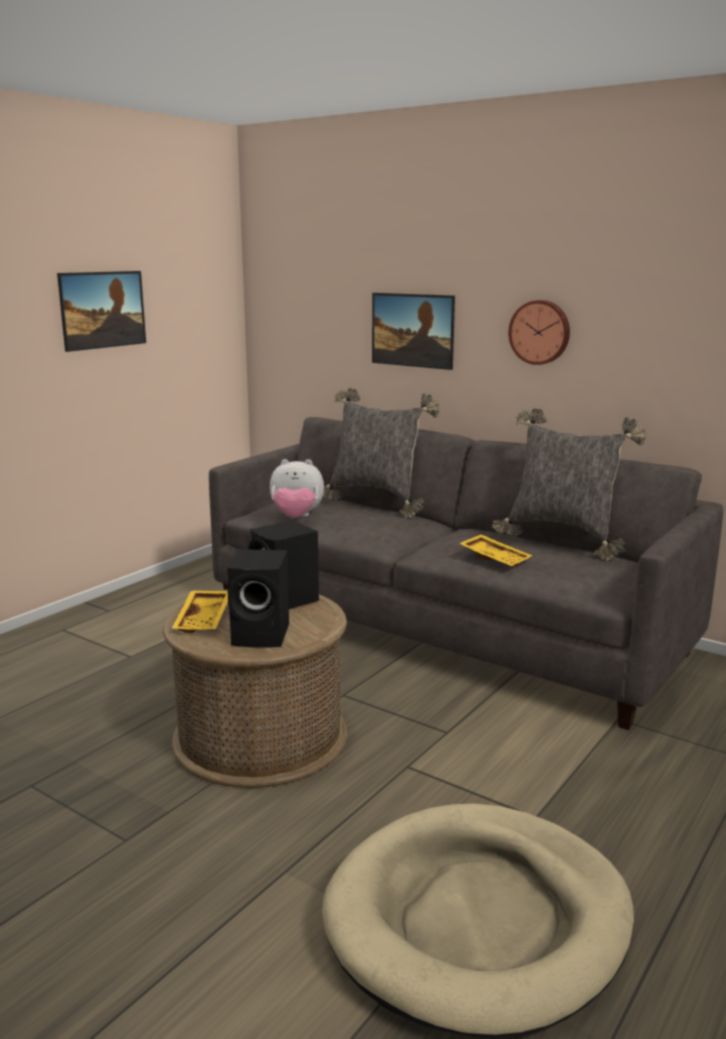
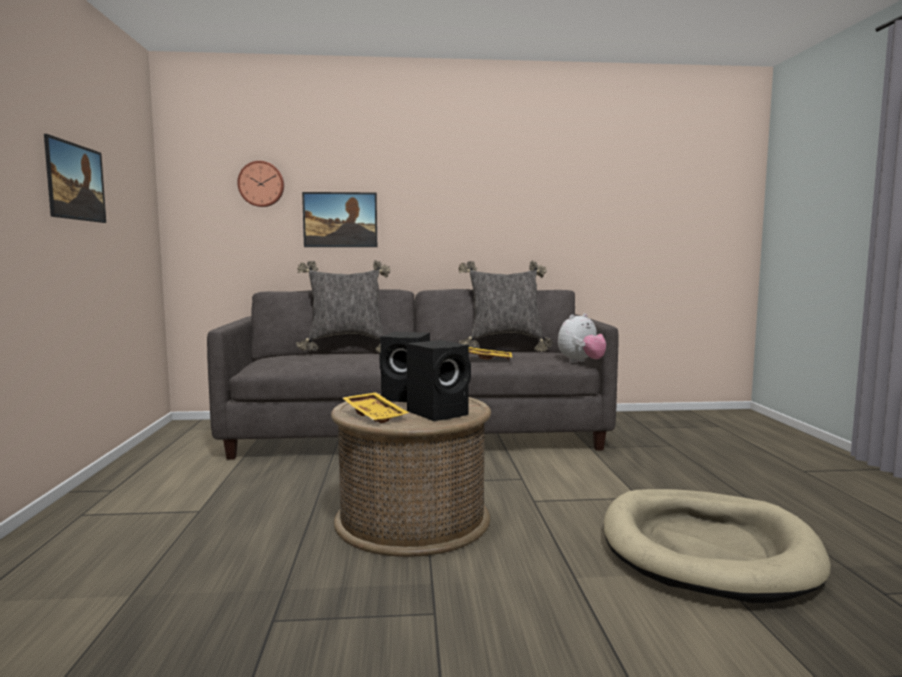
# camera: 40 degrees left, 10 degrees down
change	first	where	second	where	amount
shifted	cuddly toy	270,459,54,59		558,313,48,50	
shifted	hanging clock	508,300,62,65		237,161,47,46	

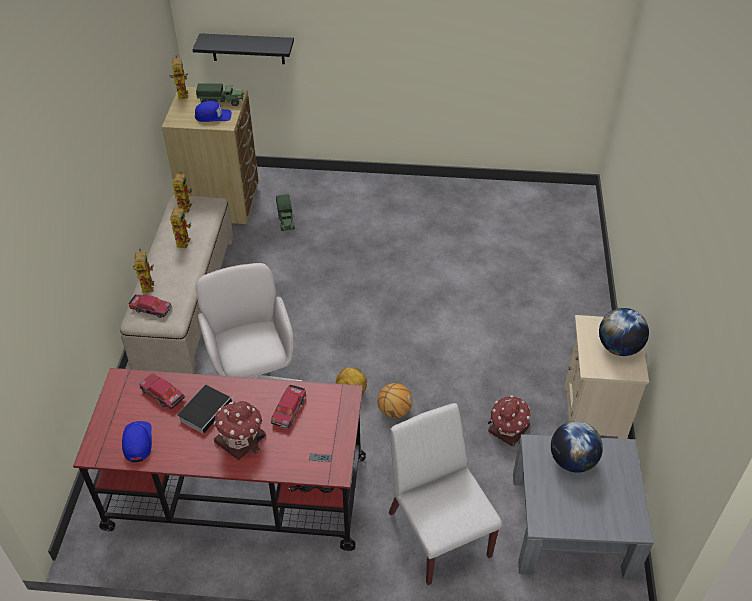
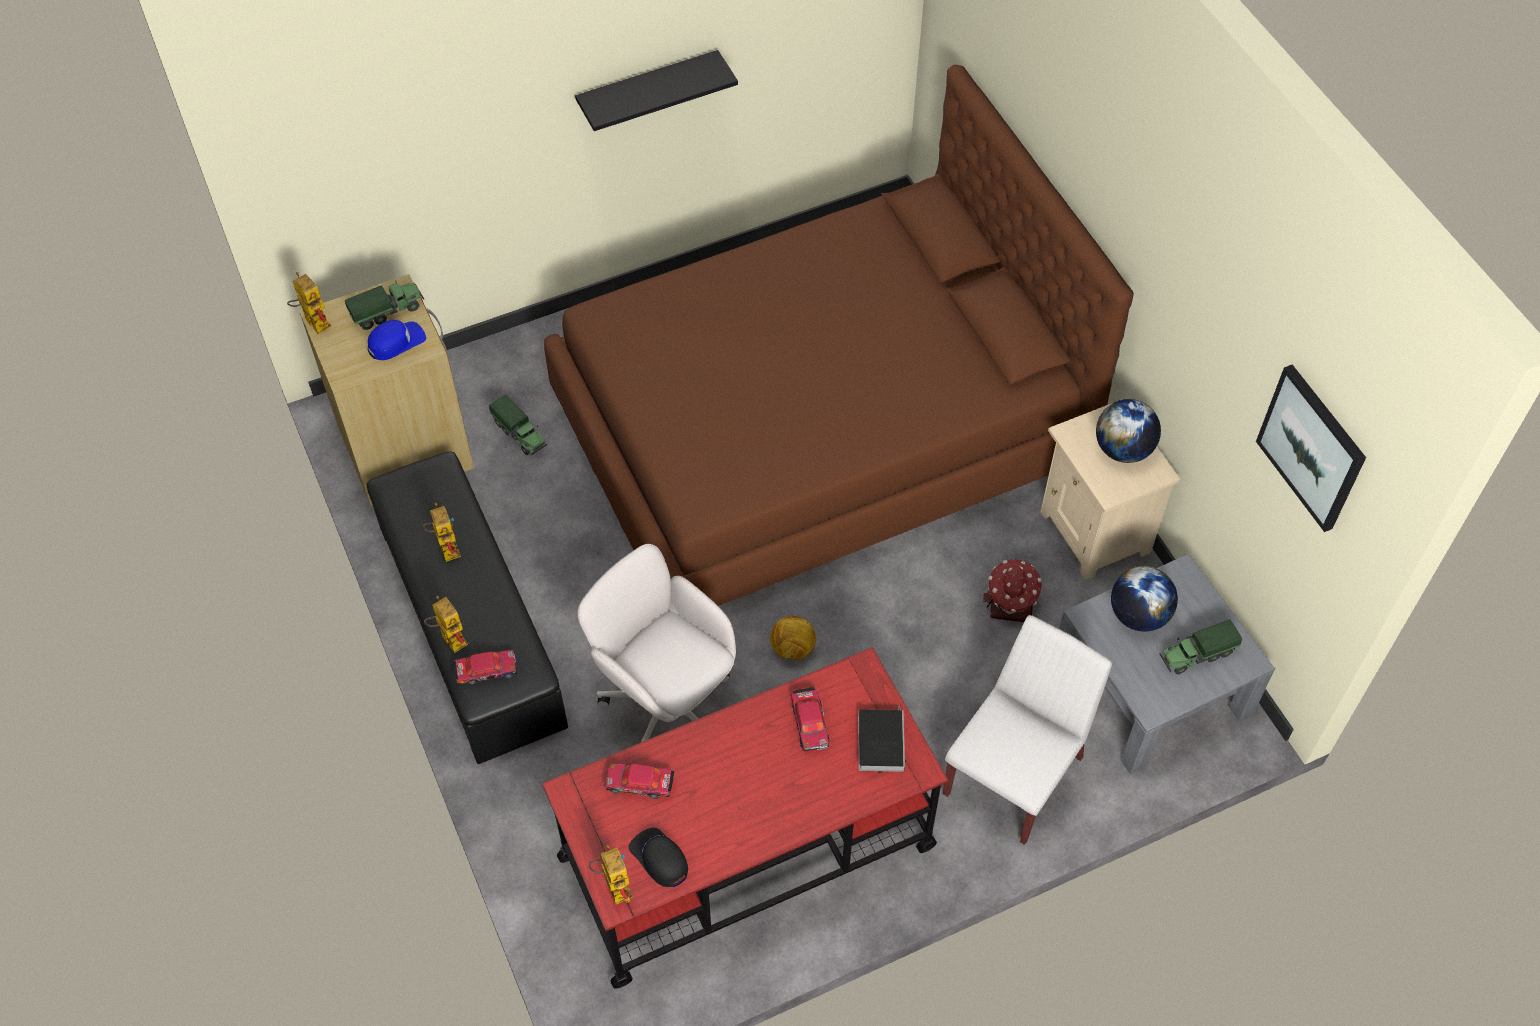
# camera: 30 degrees left, 10 degrees up
change	first	where	second	where	amount
gone	toy house	214,401,52,59			
gone	basketball ball	377,383,36,35			
new			sleeping bed (brownish)	544,65,590,541	
new			model truck	1160,619,82,55	
new			wall picture	1256,365,110,167	
shifted	toy robot	173,171,19,42		589,845,44,59	
shifted	volume	177,385,58,49		858,705,47,67	
shifted	shelf (black-coloured)	192,33,102,31		575,50,163,81	
repainted	long seat (sand-coloured)	120,195,114,179	long seat (black-coloured)	366,451,202,313	
repainted	cap (blue-coloured)	122,421,30,41	cap (black-coloured)	629,828,59,59	
rotated	chair (whitish)	389,403,113,182		943,615,169,230	90 degrees clockwise

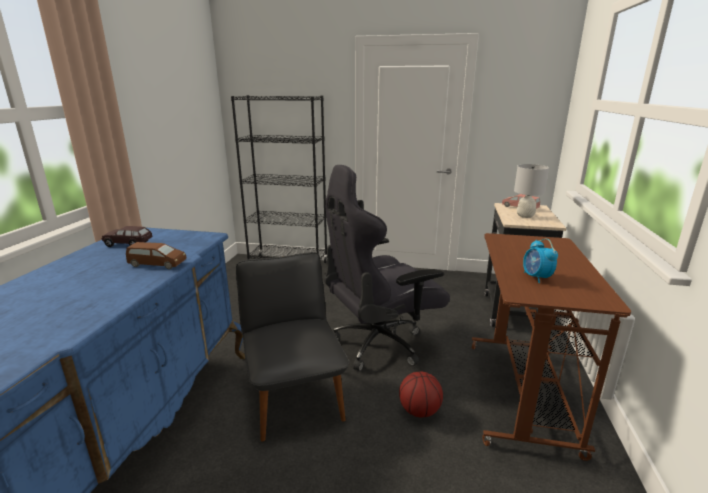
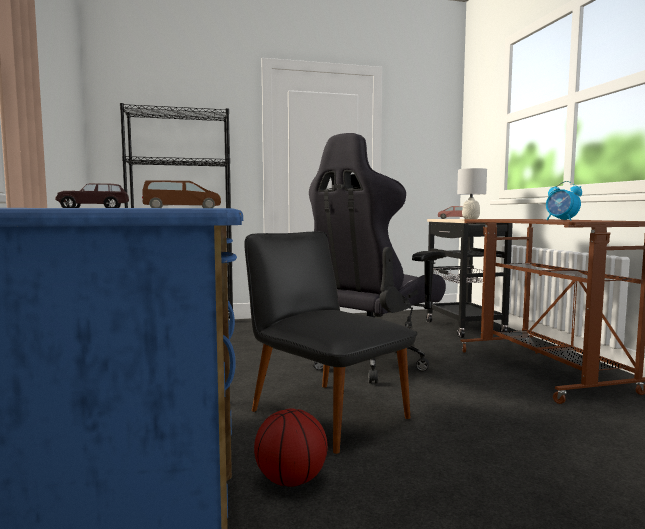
# camera: 25 degrees left, 15 degrees down
change	first	where	second	where	amount
shifted	basketball ball	399,372,44,46		254,409,74,78	

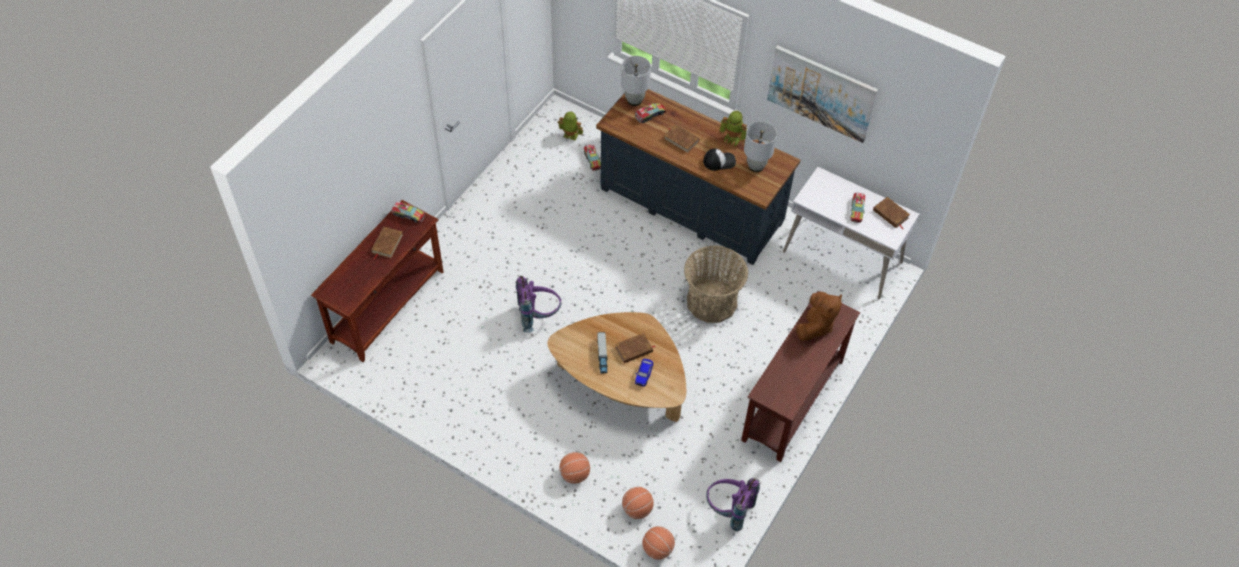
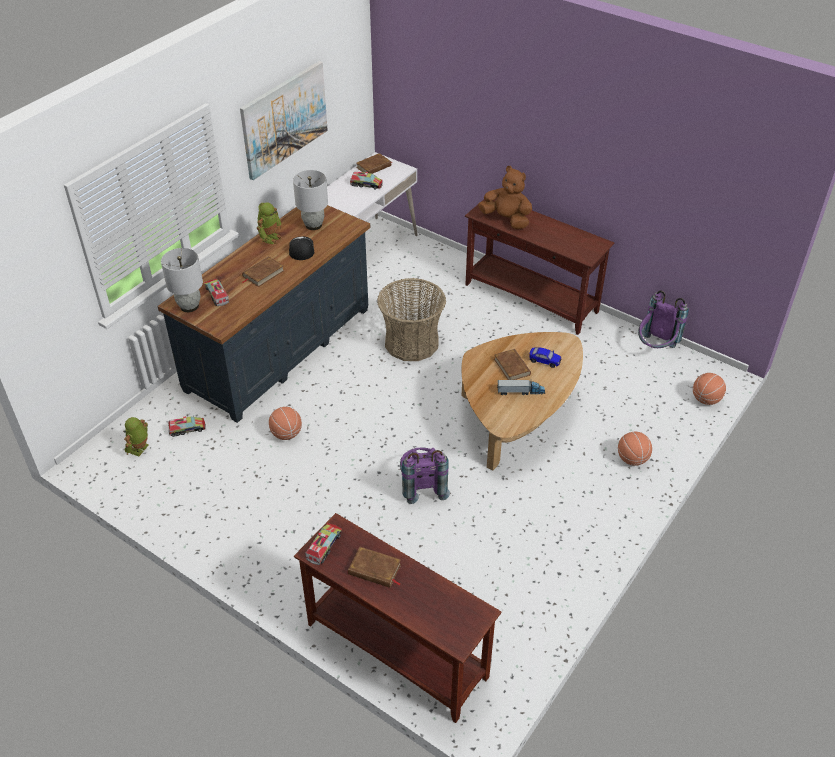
# camera: 85 degrees left, 10 degrees down
change	first	where	second	where	amount
shifted	basketball ball	622,487,32,32		269,407,33,33	

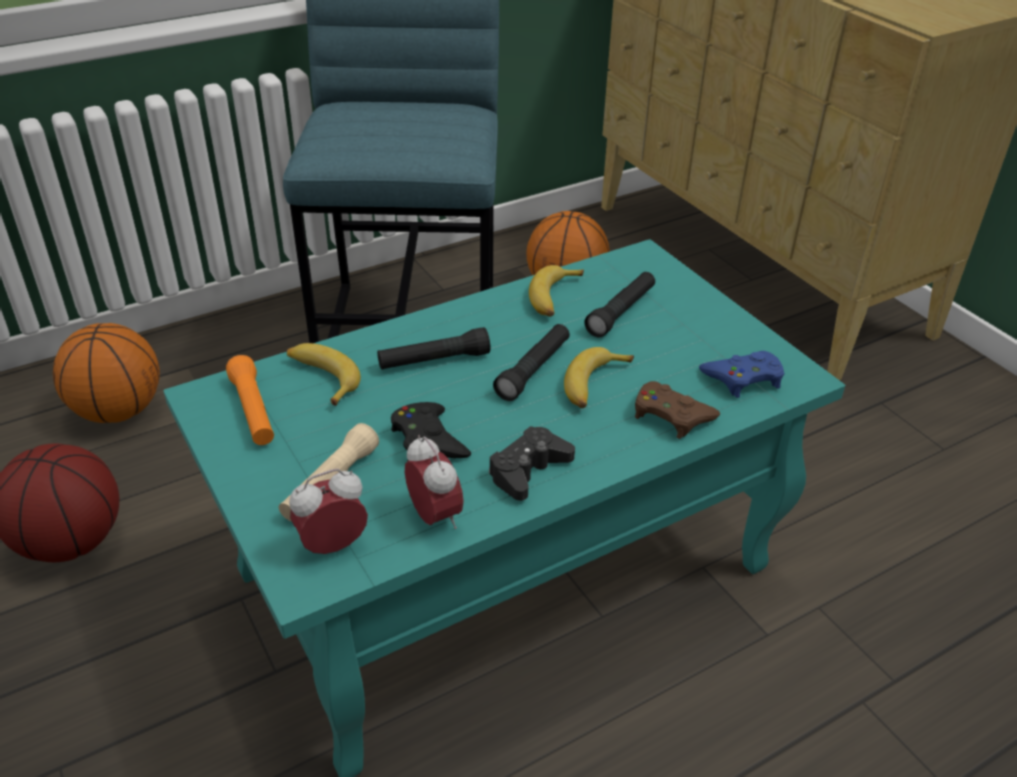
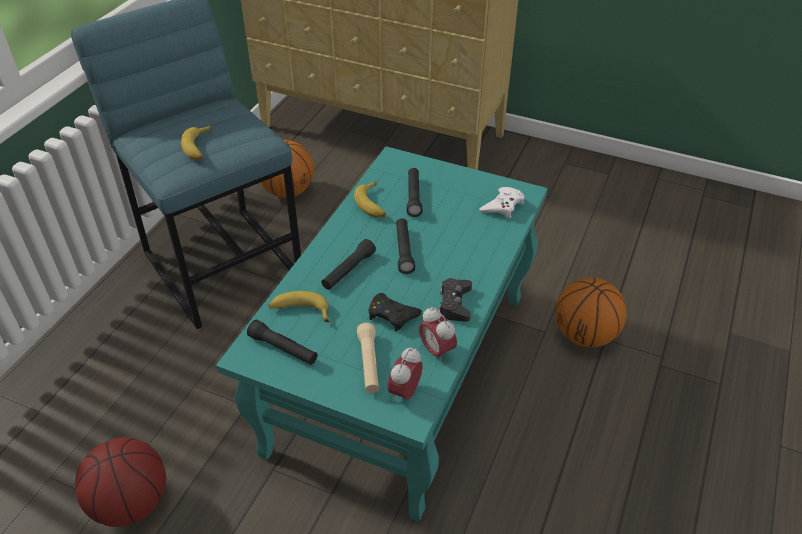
# camera: 35 degrees left, 5 degrees up
change	first	where	second	where	amount
gone	joypad (brownish)	635,381,85,58			
shifted	basketball ball	53,323,107,100		556,278,71,69	
shifted	banana fruit	564,347,70,61		181,125,30,35	
repainted	hand torch (orange-coloured)	226,355,48,90	hand torch (black-coloured)	247,320,71,45	
repainted	joypad (blue-coloured)	699,351,85,47	joypad (whitish)	479,187,45,31	
rotated	alarm clock	405,435,59,94		419,307,38,56	150 degrees counterclockwise

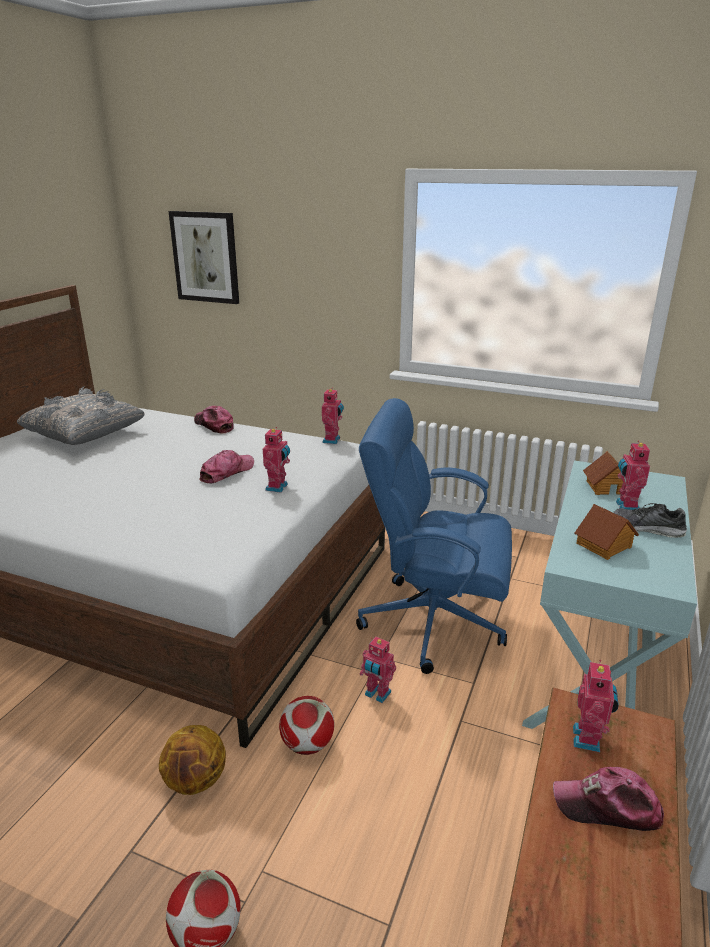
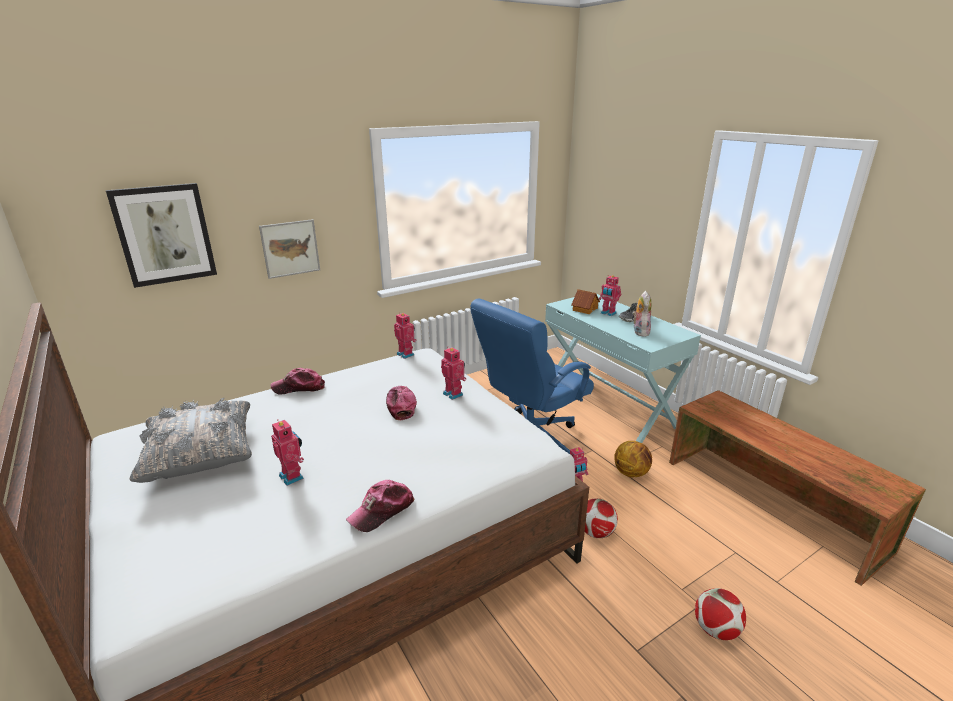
# camera: 55 degrees left, 0 degrees up
change	first	where	second	where	amount
new			wall picture	259,219,61,60	
shifted	basketball ball	159,725,67,70		614,441,38,37	
shifted	cap	553,767,111,64		346,480,69,52	
shifted	toy robot	573,660,46,92		271,419,33,67	
swapped	toy house	575,504,64,56	cuddly toy	632,291,19,46	

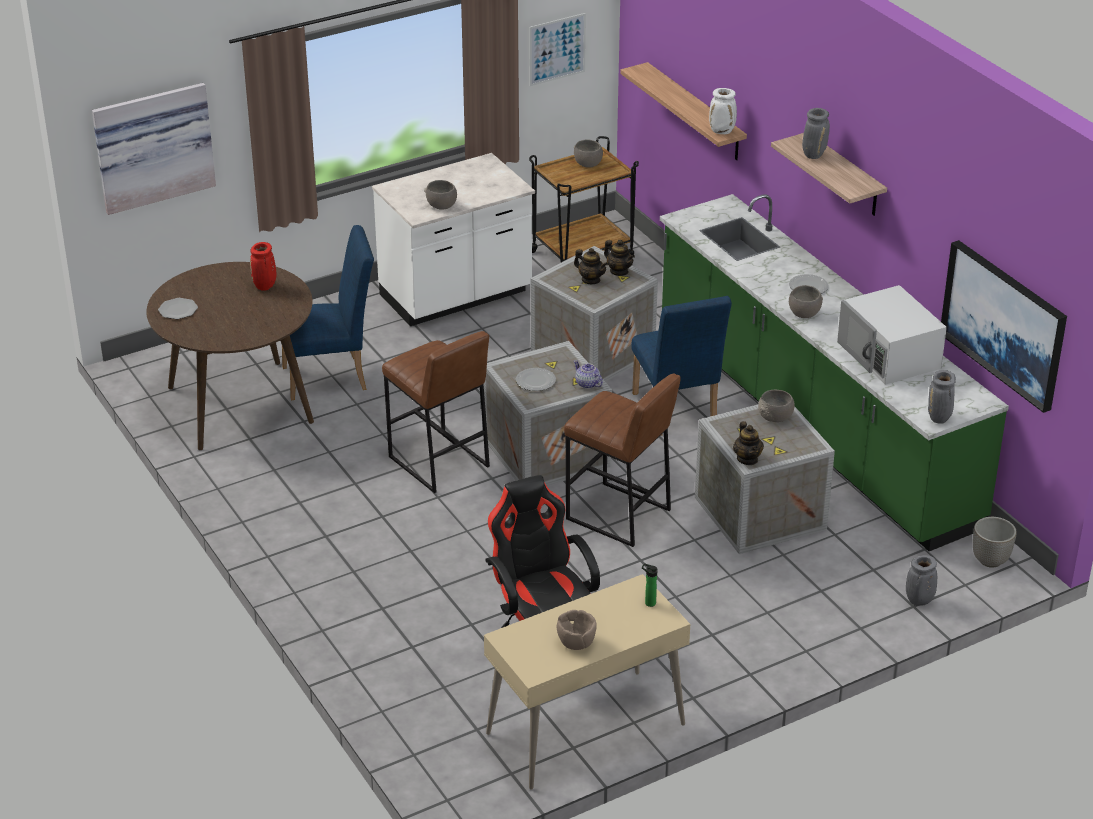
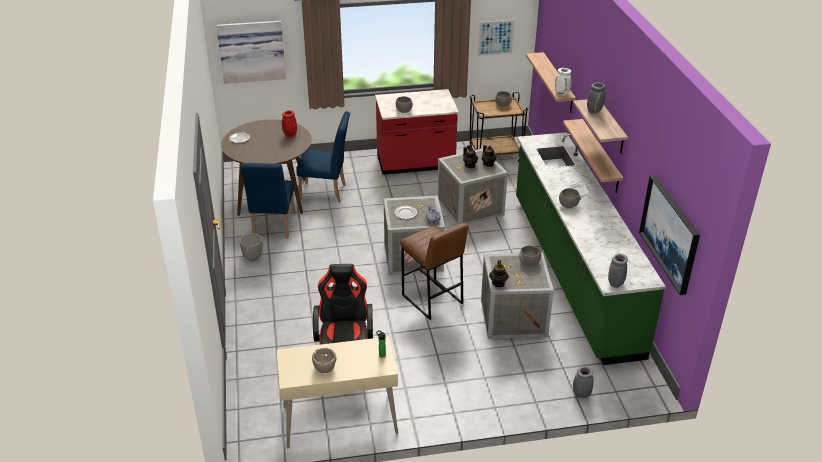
# camera: 20 degrees right, 0 degrees up
change	first	where	second	where	amount
gone	stool (brownish)	382,331,108,162			
gone	microwave oven (whitish)	837,285,110,100			
new			shelf	563,119,60,74	
shifted	chair (blue-coloured)	631,296,101,140		241,163,54,75	
shifted	flower pot	973,517,44,51		240,233,23,28	
repainted	counter (whitish)	372,153,163,173	counter (red-coloured)	375,89,84,86	

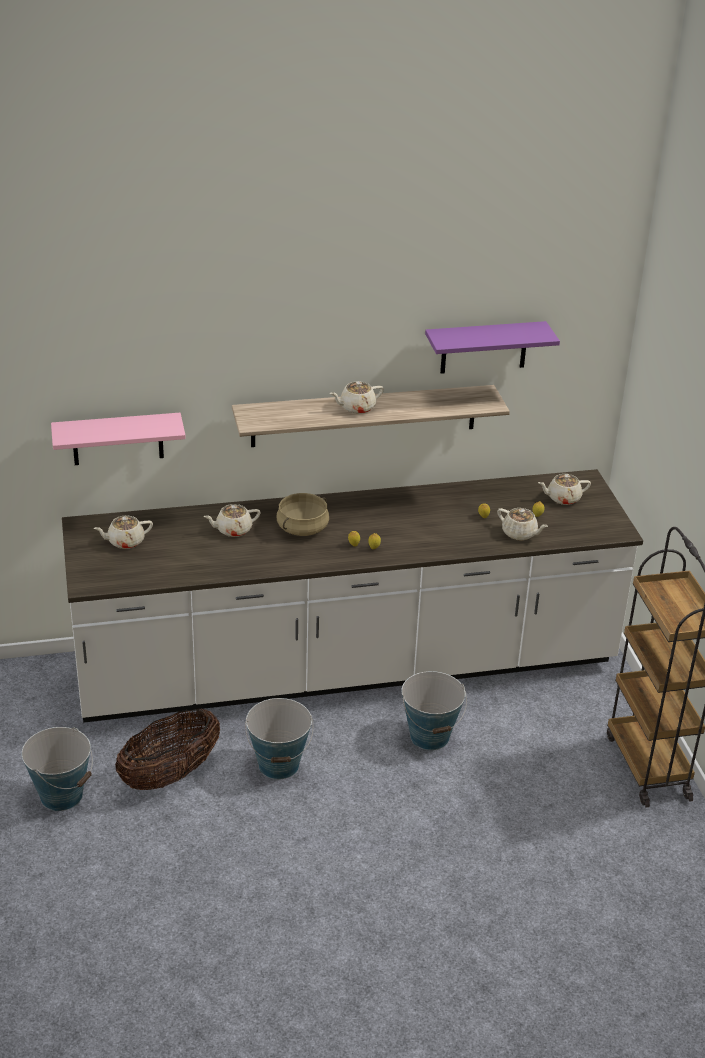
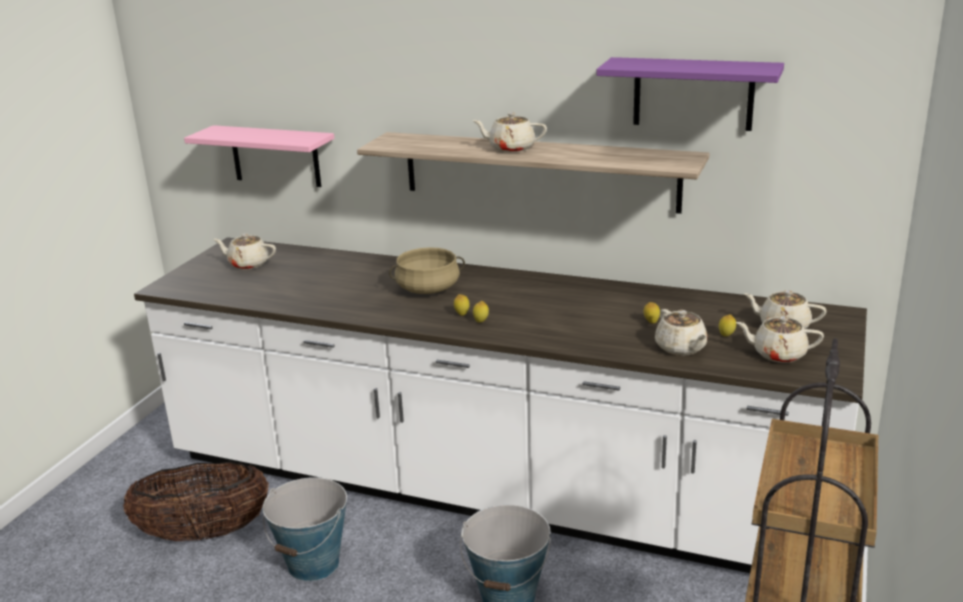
# camera: 35 degrees right, 10 degrees down
change	first	where	second	where	amount
gone	bucket	21,727,72,84			
shifted	pot for tea (sand-coloured)	204,504,56,33		735,316,89,47	

